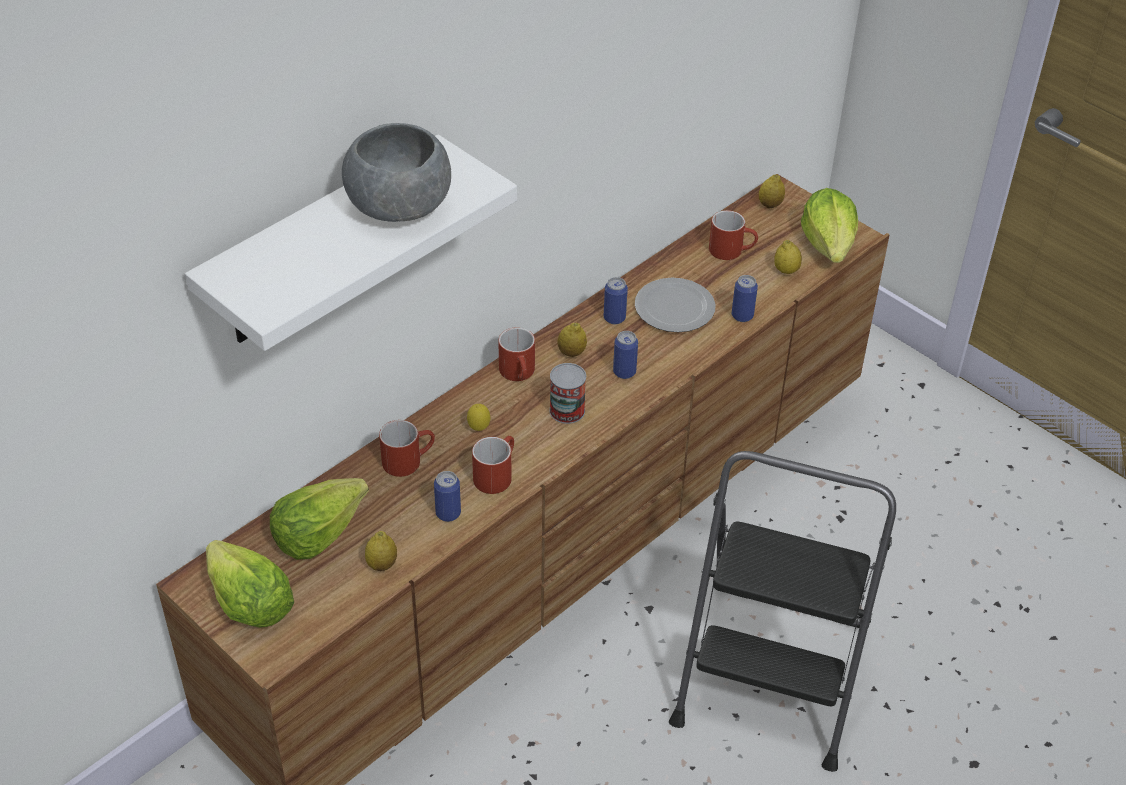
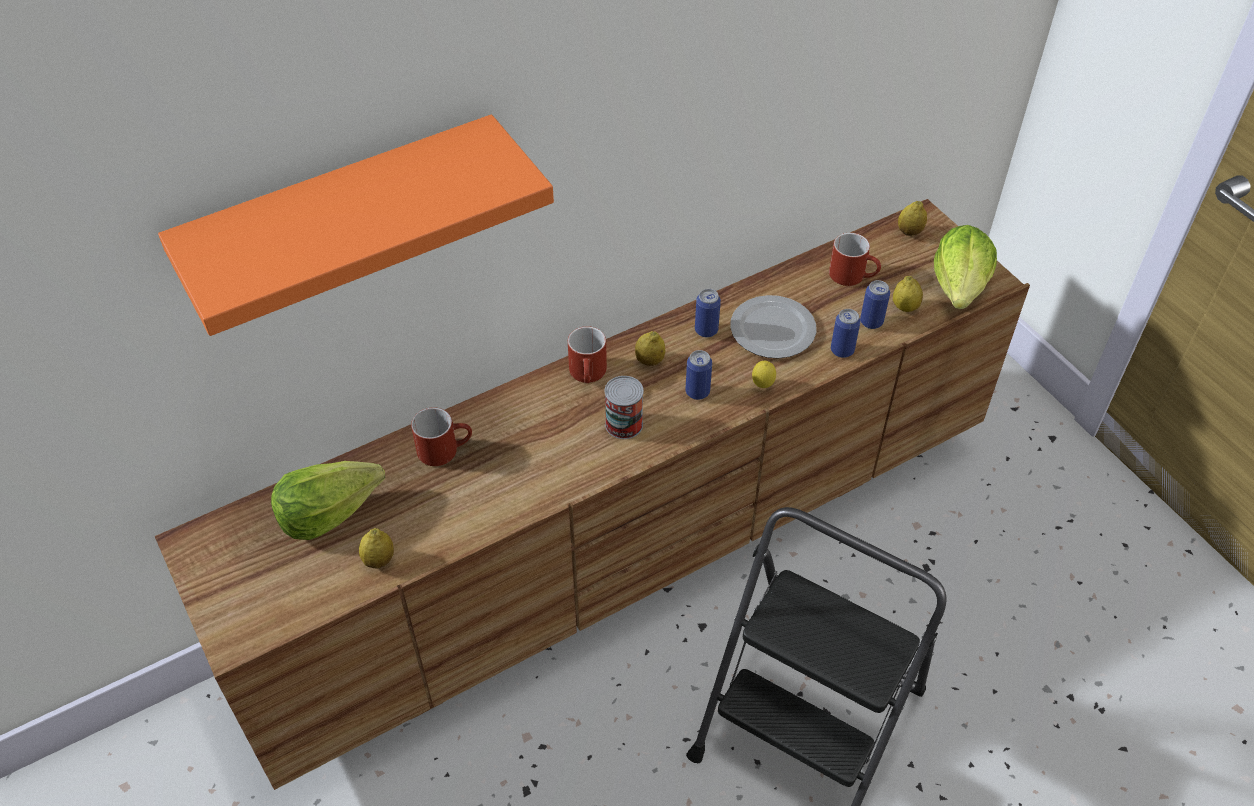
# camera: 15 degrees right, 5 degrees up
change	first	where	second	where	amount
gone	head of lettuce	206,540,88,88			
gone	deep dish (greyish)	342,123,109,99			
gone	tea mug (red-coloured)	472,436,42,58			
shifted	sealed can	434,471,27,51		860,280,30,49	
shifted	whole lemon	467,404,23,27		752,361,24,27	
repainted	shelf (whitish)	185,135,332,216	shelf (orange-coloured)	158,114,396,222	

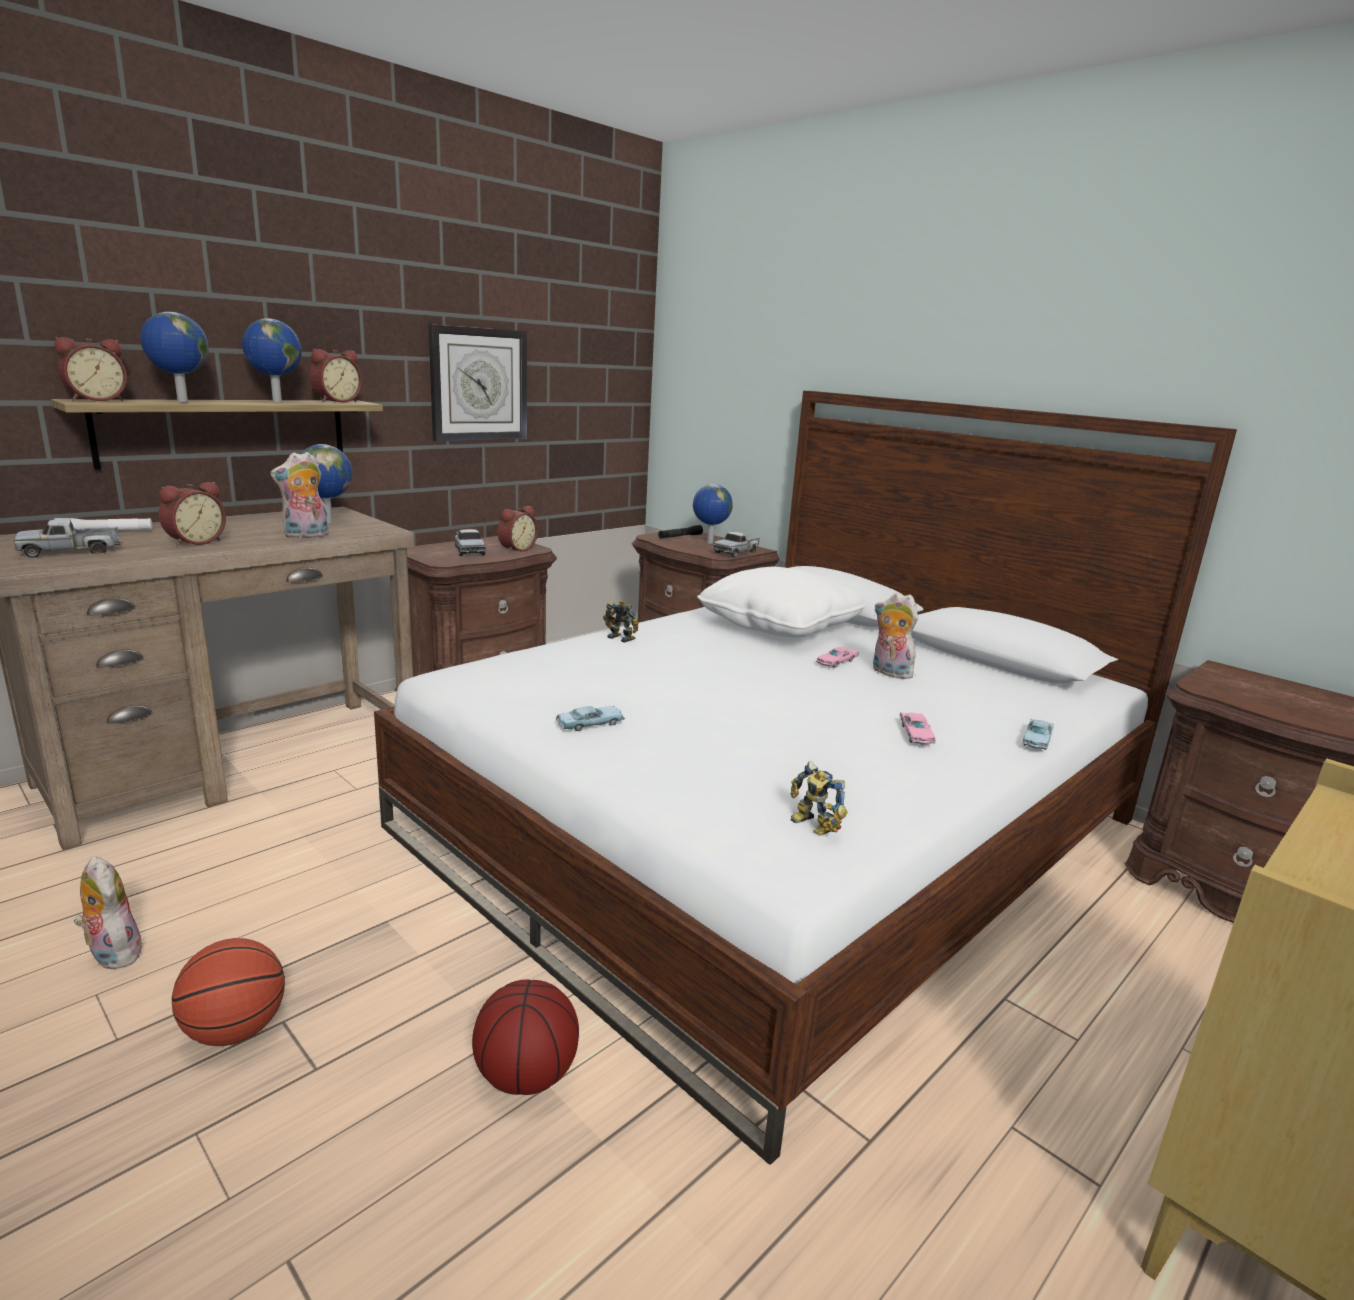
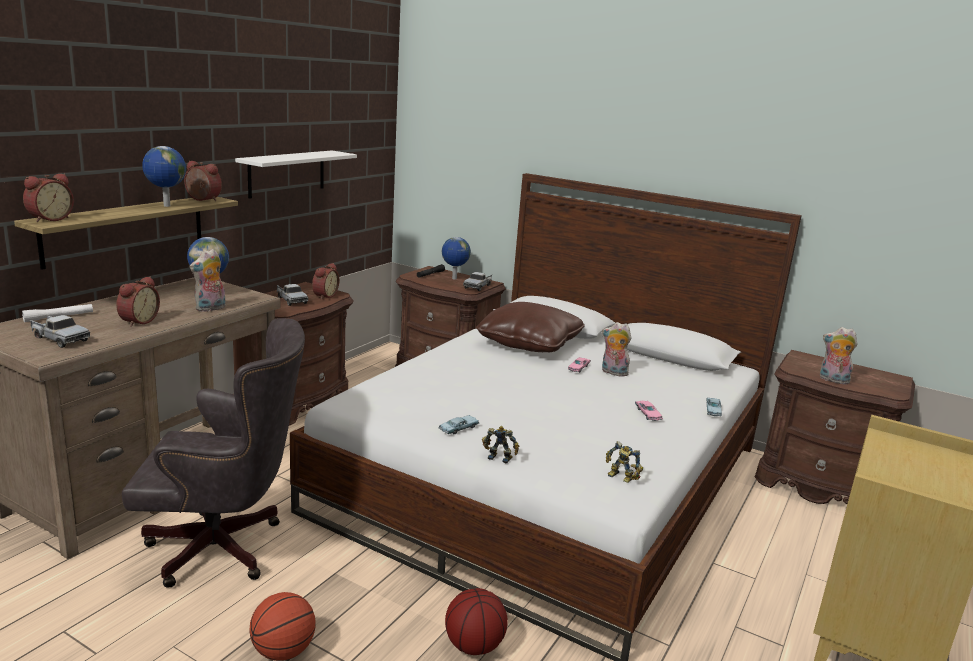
# camera: 15 degrees left, 0 degrees up
change	first	where	second	where	amount
gone	desk globe	140,312,69,91			
new			desk chair (greyish)	122,318,183,270	
shifted	cuddly toy	74,856,68,113		820,327,37,58	
shifted	toy robot	603,600,36,43		482,426,37,37	
swapped	hanging clock	428,324,99,118	shelf (whitish)	235,150,122,49	
repainted	throw pillow (whitish)	697,567,170,71	throw pillow (brownish)	476,302,109,50	
rotated	model truck	14,519,107,39		30,315,60,33	105 degrees counterclockwise
rotated	alarm clock	310,349,52,53		184,161,38,40	90 degrees counterclockwise

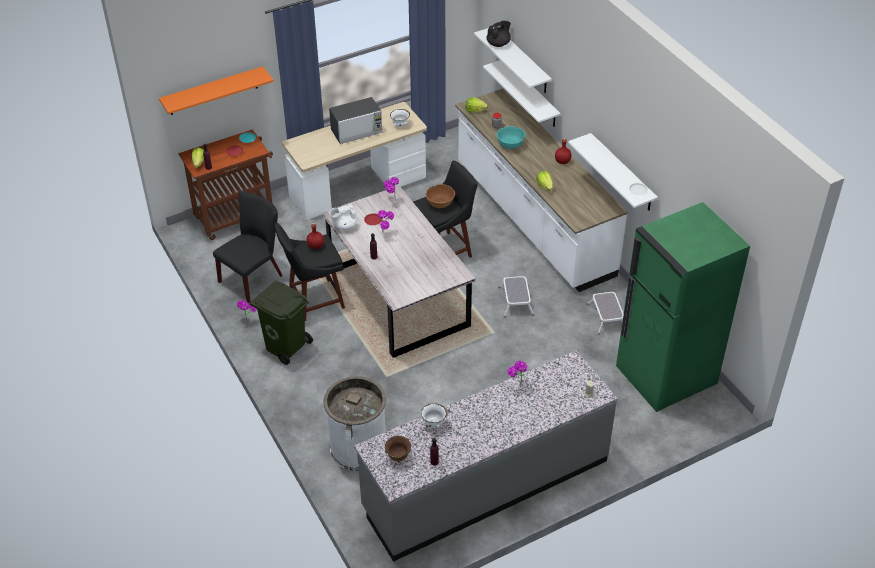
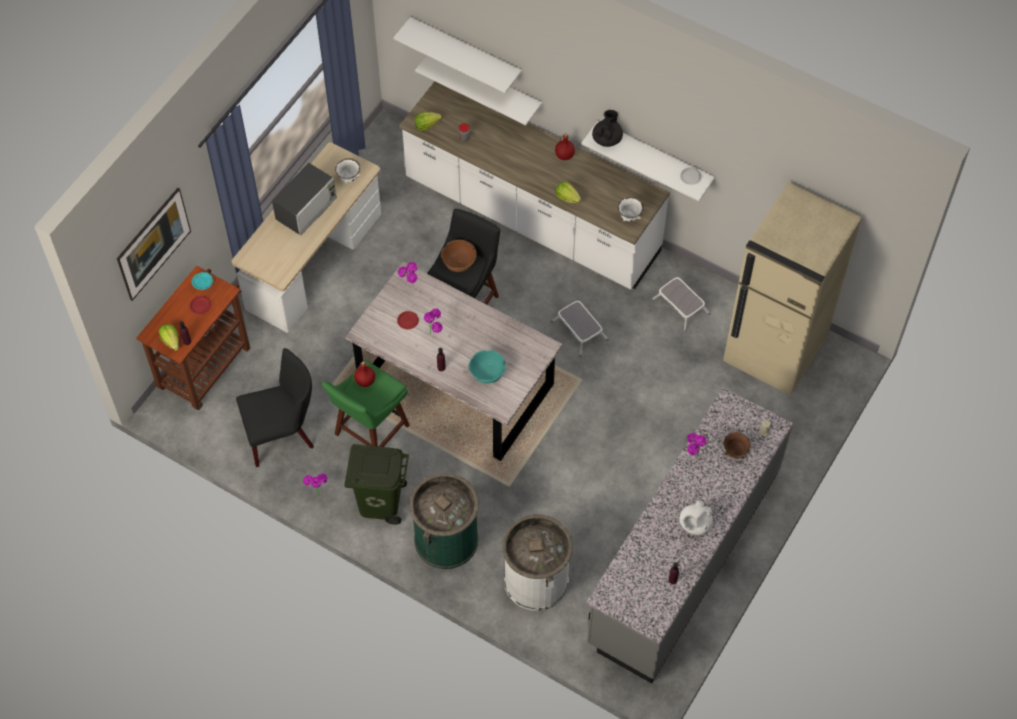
# camera: 30 degrees left, 15 degrees up
change	first	where	second	where	amount
new			rubbish bin (green-coloured)	409,473,70,96	
shifted	pot for tea (whitish)	329,204,29,26		680,500,33,35	
shifted	deep dish (brownish)	384,436,27,27		724,432,27,27	
shifted	deep dish (whitish)	421,403,26,25		618,197,25,25	
shifted	pot for tea (black-coloured)	487,21,24,26		592,110,31,37	
shifted	deep dish (blue-green)	497,126,28,23		469,350,37,34	
swapped	shelf (orange-coloured)	159,66,115,49	wall picture	117,188,74,113	
repainted	stool (black-coloured)	274,223,71,98	stool (green-coloured)	322,360,88,87	
repainted	refrigerator (green-coloured)	616,202,134,210	refrigerator (sand-coloured)	723,182,139,213	
rotated	chair (black-coloured)	213,191,69,112		236,348,78,119	60 degrees clockwise

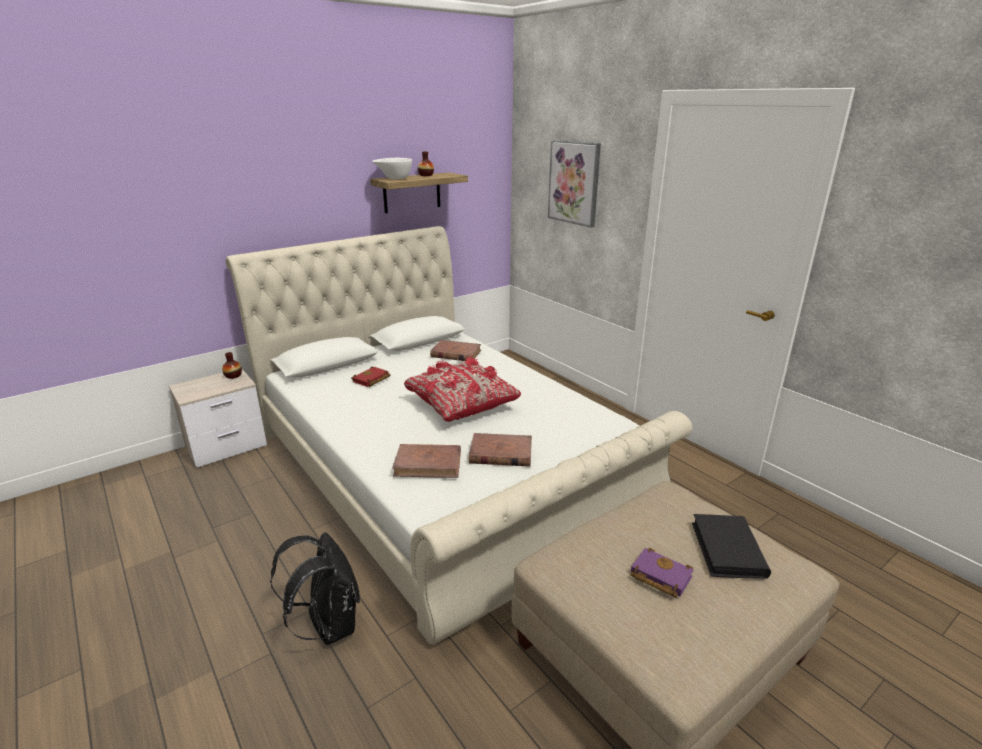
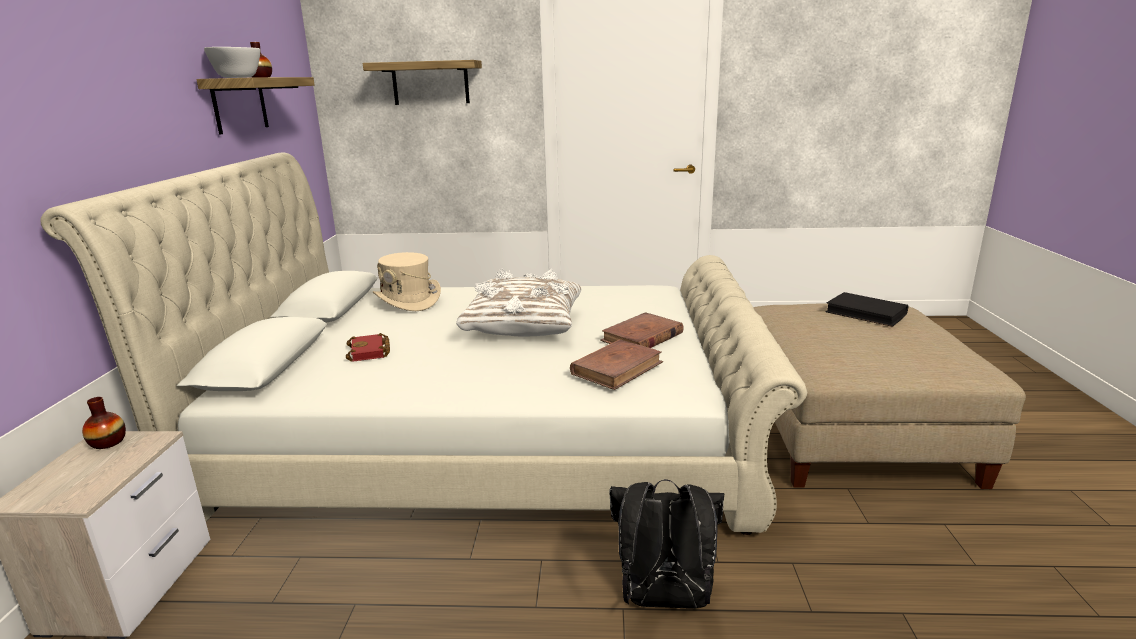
# camera: 50 degrees left, 5 degrees down
change	first	where	second	where	amount
gone	volume (purplish)	630,548,64,49			
swapped	volume (brownish)	430,340,51,21	clothing hat (sand-coloured)	373,252,68,59	
swapped	wall picture	548,140,53,88	shelf	363,60,119,45	
repainted	throw pillow (red-coloured)	404,356,117,66	throw pillow (whitish)	456,268,125,68	

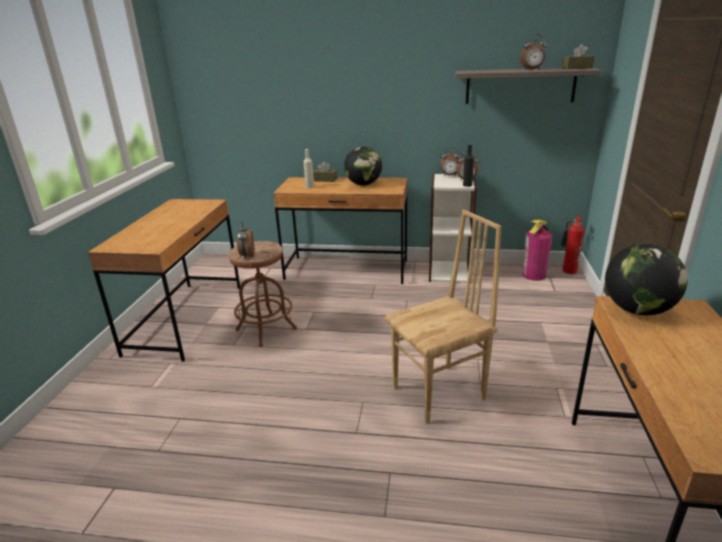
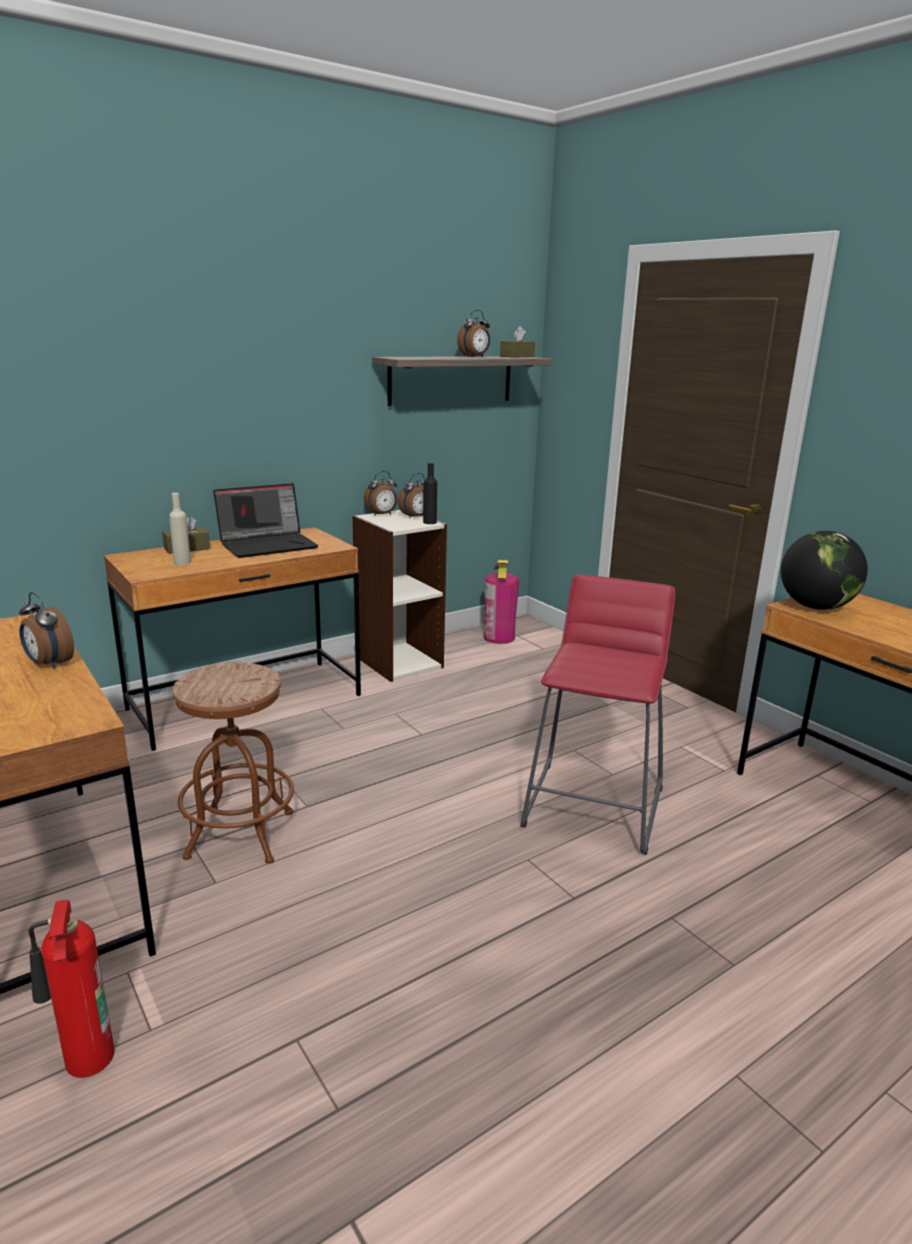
# camera: 45 degrees left, 5 degrees down
change	first	where	second	where	amount
shifted	alarm clock	236,222,19,37		19,592,55,77	
shifted	extinguisher	561,216,23,58		29,899,86,179	
swapped	desk globe	344,147,38,38	laptop	213,483,105,75	
swapped	chair (brownish)	385,210,117,214	stool (red-coloured)	520,574,155,281	

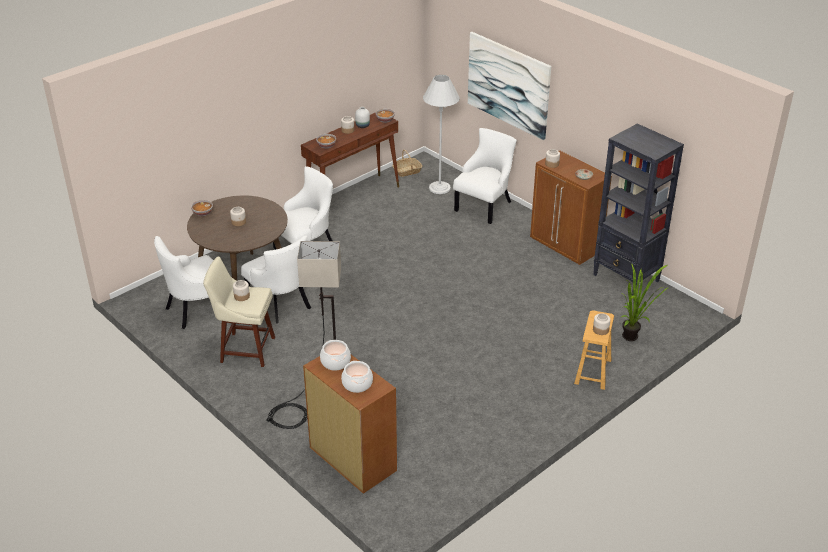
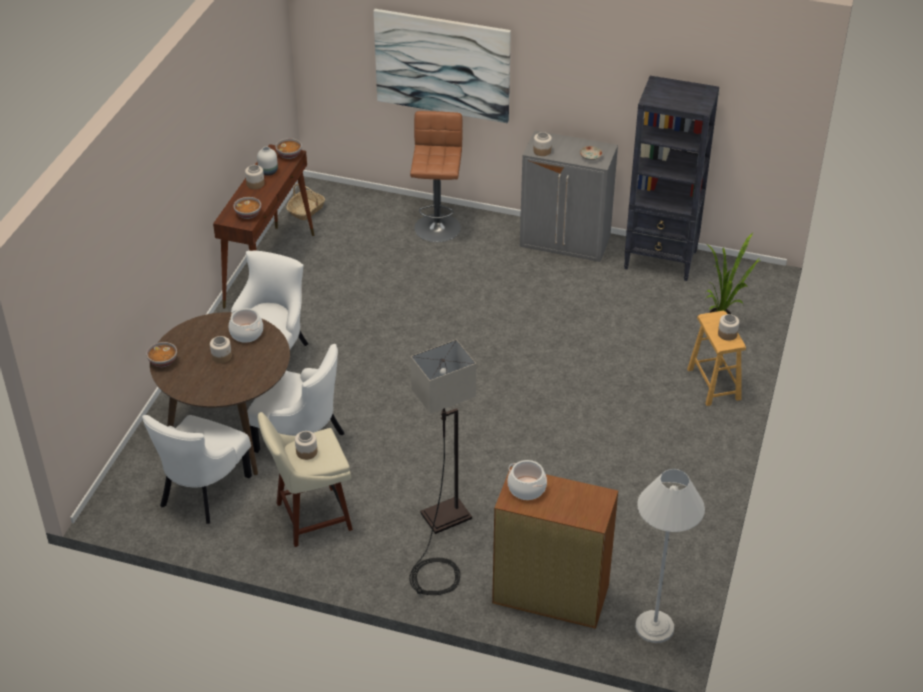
# camera: 30 degrees left, 5 degrees up
change	first	where	second	where	amount
shifted	cooking pot	341,361,32,32		229,308,34,35	
shifted	standard lamp (whitish)	423,75,37,119		635,469,70,174	
swapped	chair (whitish)	453,128,64,96	stool (brownish)	410,111,53,131	
repainted	cupboard (brownish)	530,150,82,115	cupboard (greyish)	520,131,98,131	

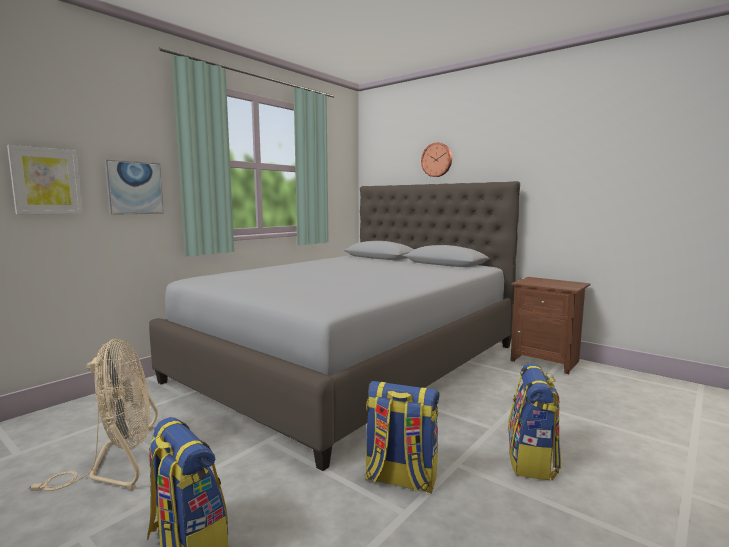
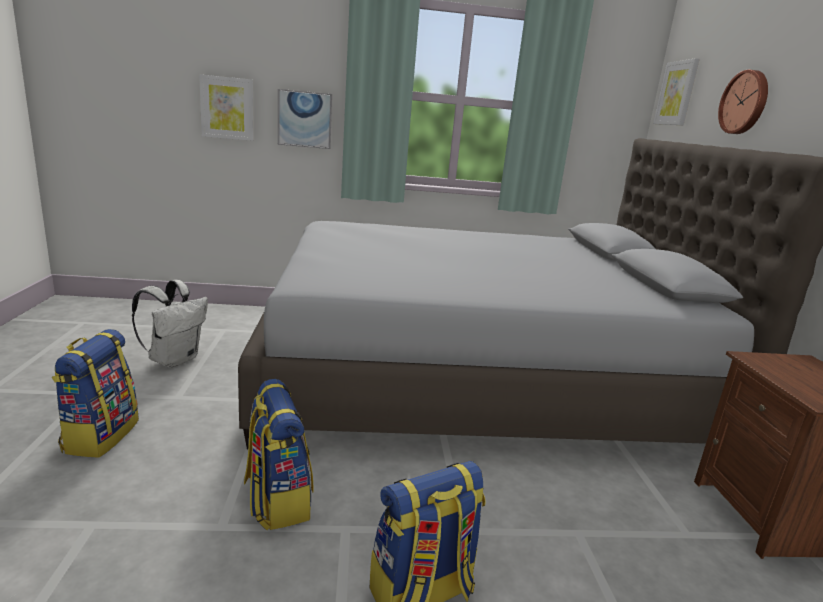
# camera: 45 degrees right, 10 degrees up
change	first	where	second	where	amount
new			wall picture	653,58,47,67	
swapped	fan (sand-coloured)	29,339,129,152	backpack (whitish)	132,280,76,88	

